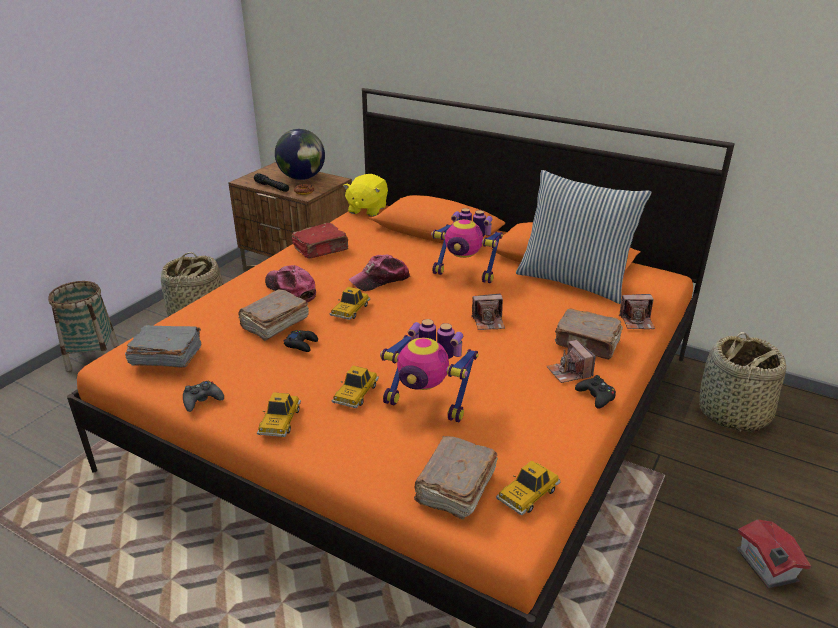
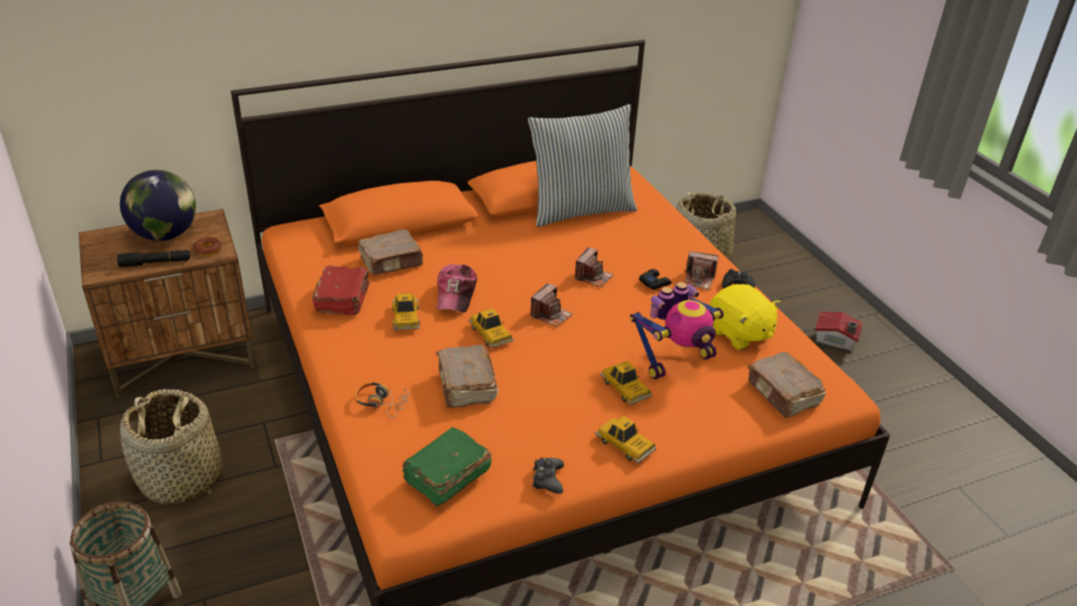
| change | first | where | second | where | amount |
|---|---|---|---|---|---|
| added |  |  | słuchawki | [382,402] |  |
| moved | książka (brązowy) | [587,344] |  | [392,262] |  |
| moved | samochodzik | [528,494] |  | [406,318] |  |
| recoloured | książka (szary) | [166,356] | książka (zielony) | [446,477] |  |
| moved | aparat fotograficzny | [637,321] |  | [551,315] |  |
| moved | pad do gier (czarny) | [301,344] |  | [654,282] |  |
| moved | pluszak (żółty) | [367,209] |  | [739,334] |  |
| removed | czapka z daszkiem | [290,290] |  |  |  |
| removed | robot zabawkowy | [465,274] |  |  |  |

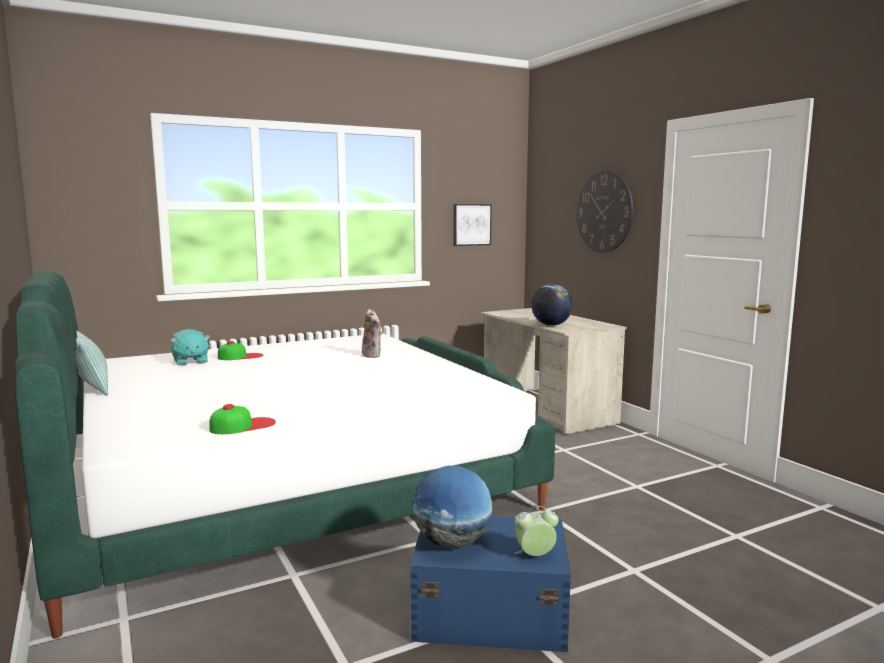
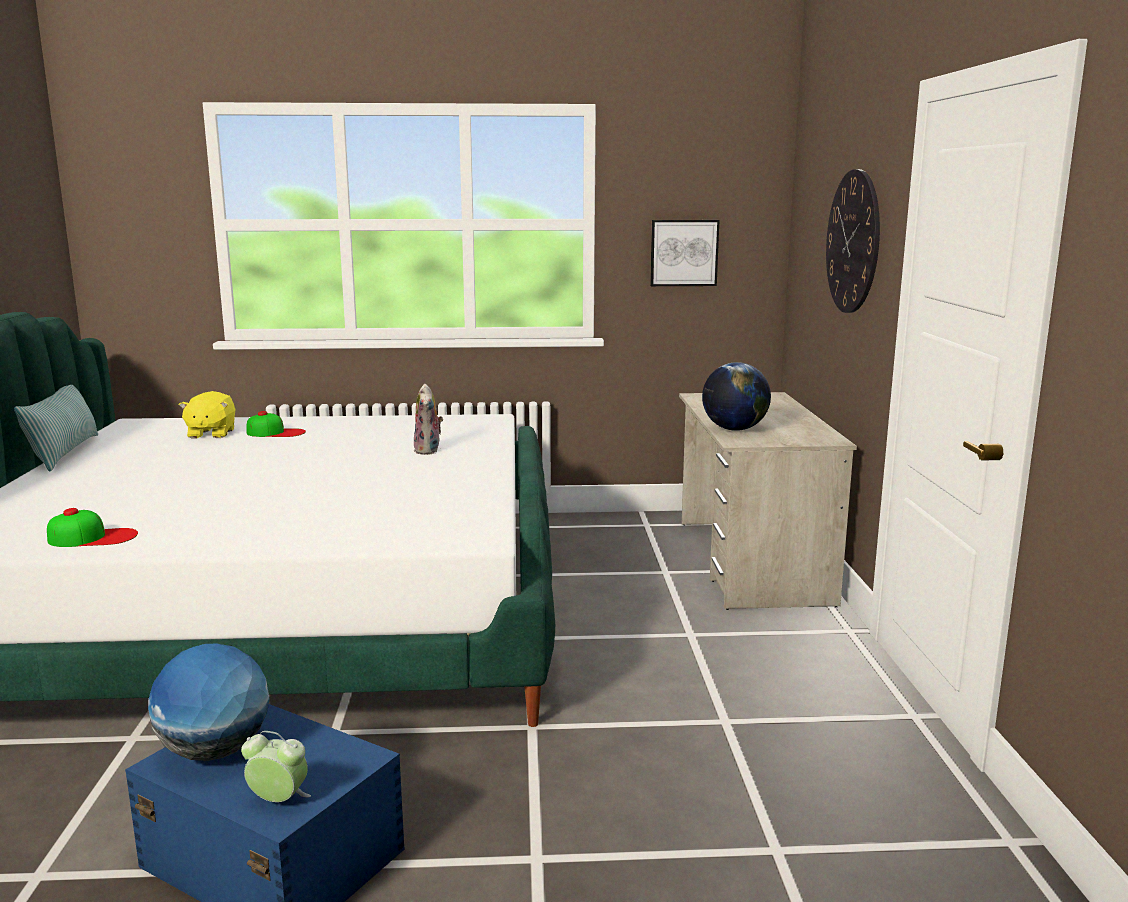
| change | first | where | second | where | amount |
|---|---|---|---|---|---|
| recoloured | pluszak (turkusowy) | [190,362] | pluszak (żółty) | [211,434] |  |

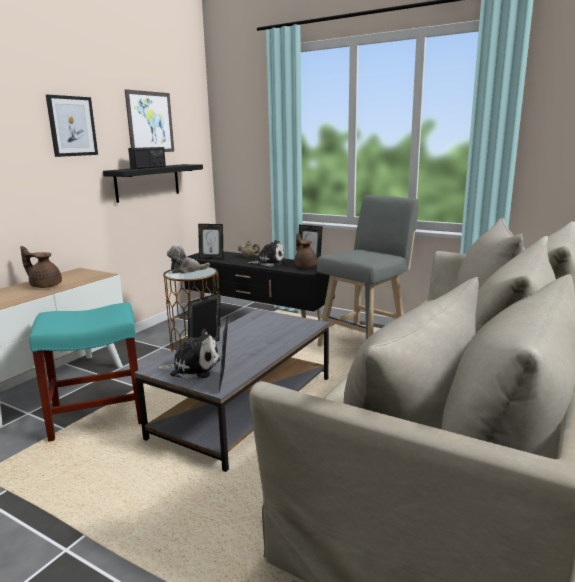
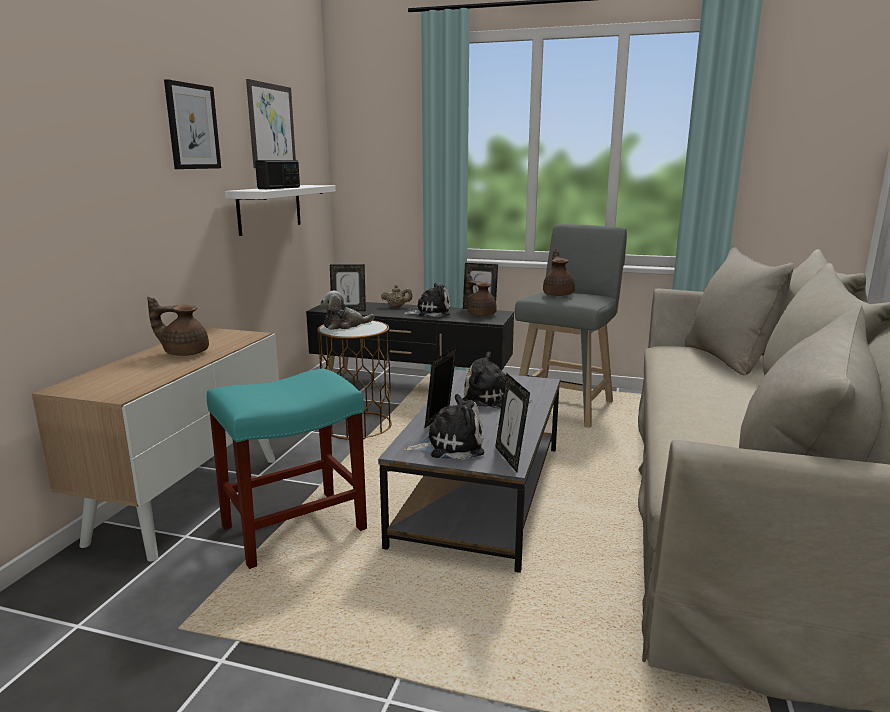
| change | first | where | second | where | amount |
|---|---|---|---|---|---|
| recoloured | półka (czarny) | [147,182] | półka (biały) | [270,208] |  |
| added |  |  | pluszak | [492,399] |  |
| added |  |  | imbryk (brązowy) | [558,294] |  |

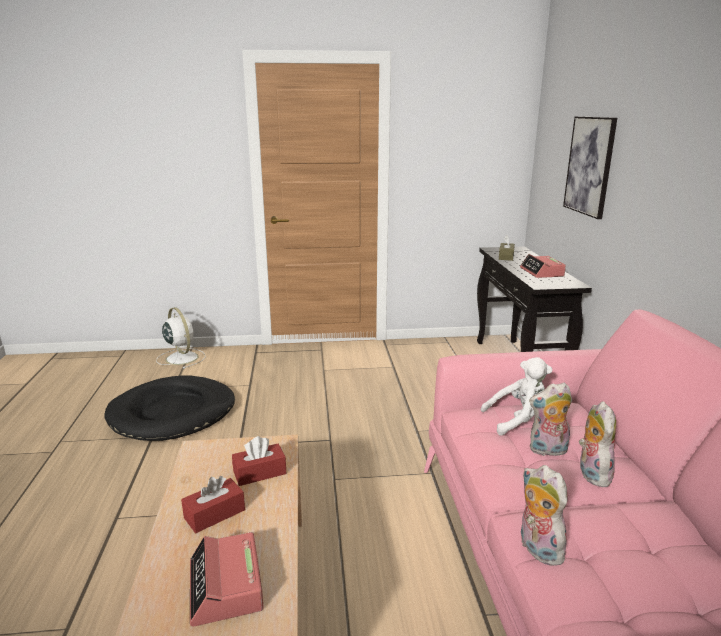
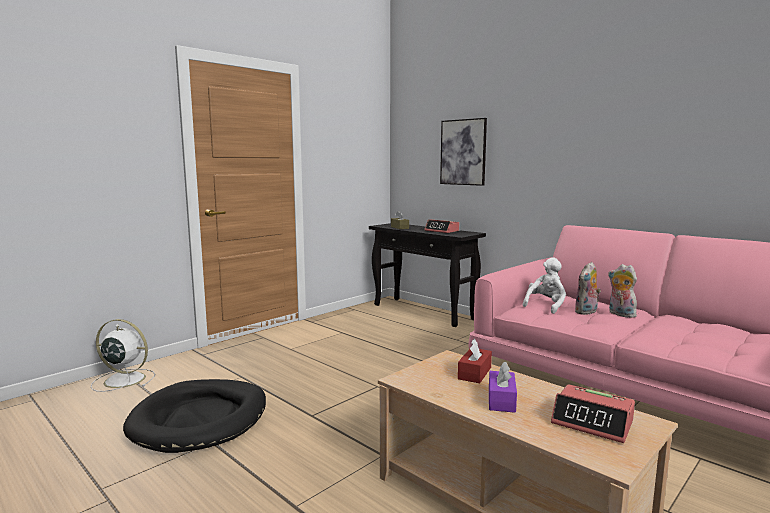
| change | first | where | second | where | amount |
|---|---|---|---|---|---|
| recoloured | pudełko chusteczek (czerwony) | [214,514] | pudełko chusteczek (fioletowy) | [501,400] |  |
| removed | pluszak | [537,549] |  |  |  |

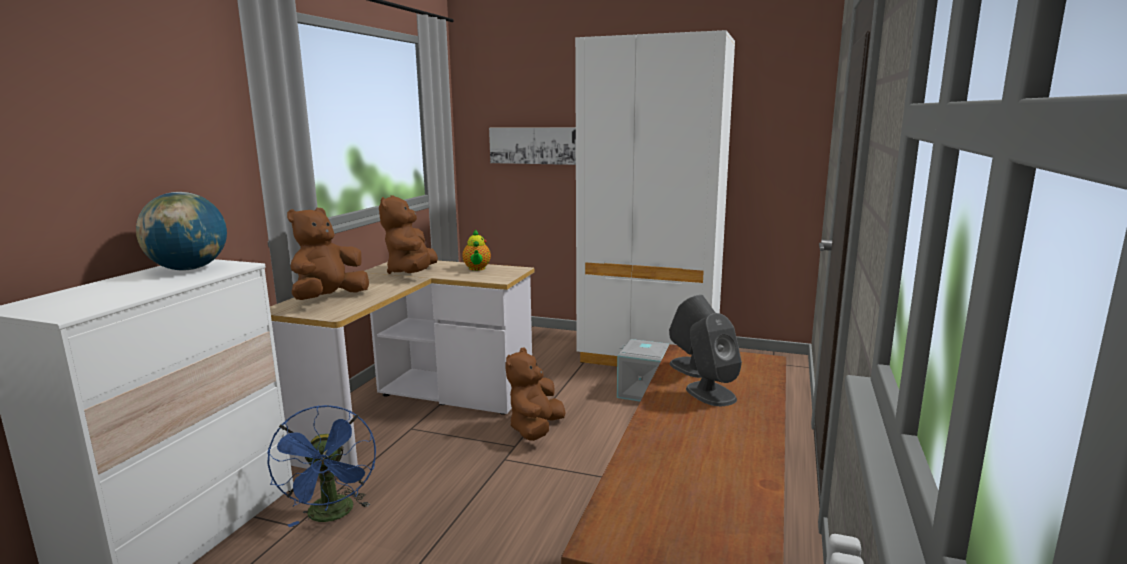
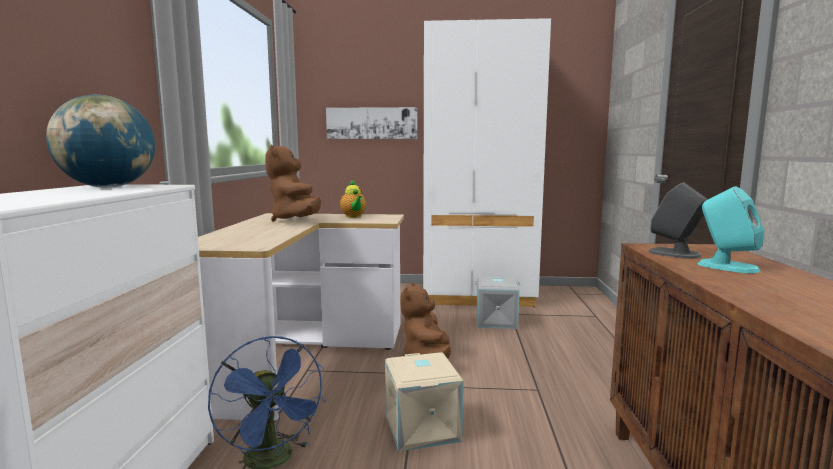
| change | first | where | second | where | amount |
|---|---|---|---|---|---|
| added |  |  | pojemnik do przechowywania (beżowy) | [424,428] |  |
| recoloured | głośnik (szary) | [710,393] | głośnik (turkusowy) | [726,266] |  |
| removed | pluszak (brązowy) | [329,298] |  |  |  |

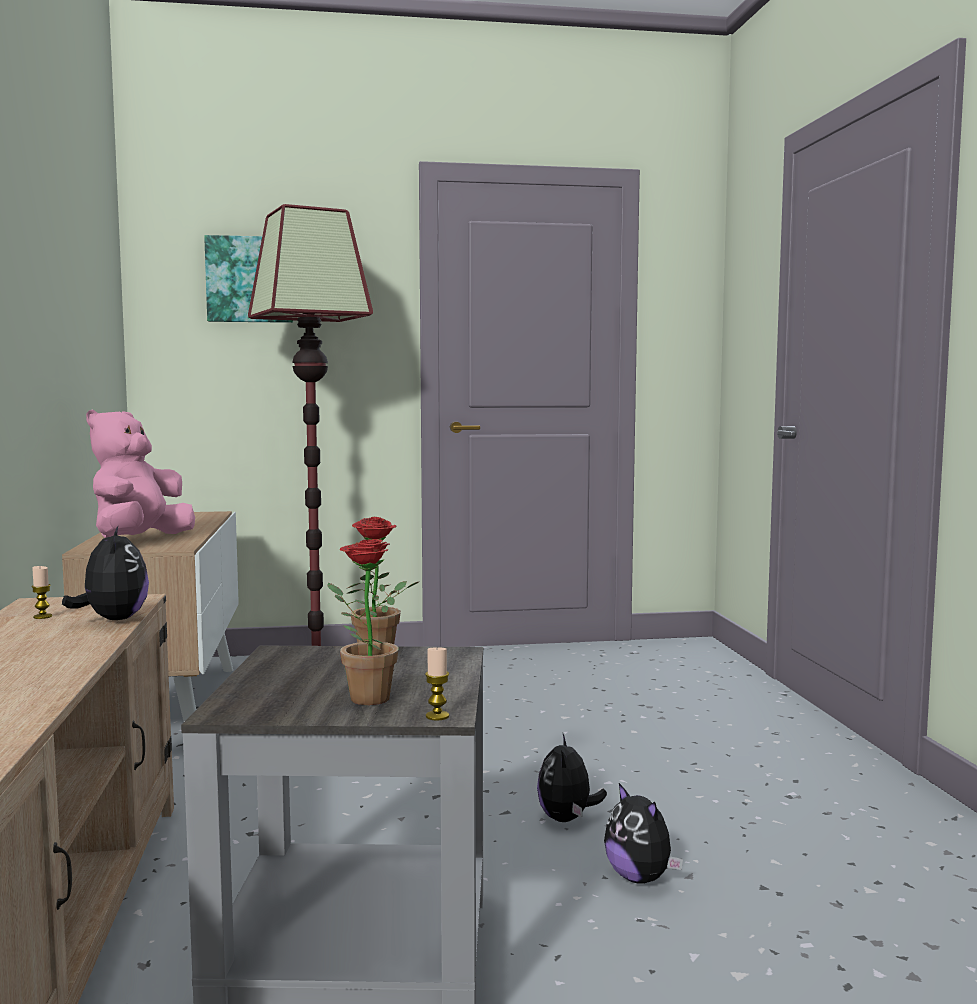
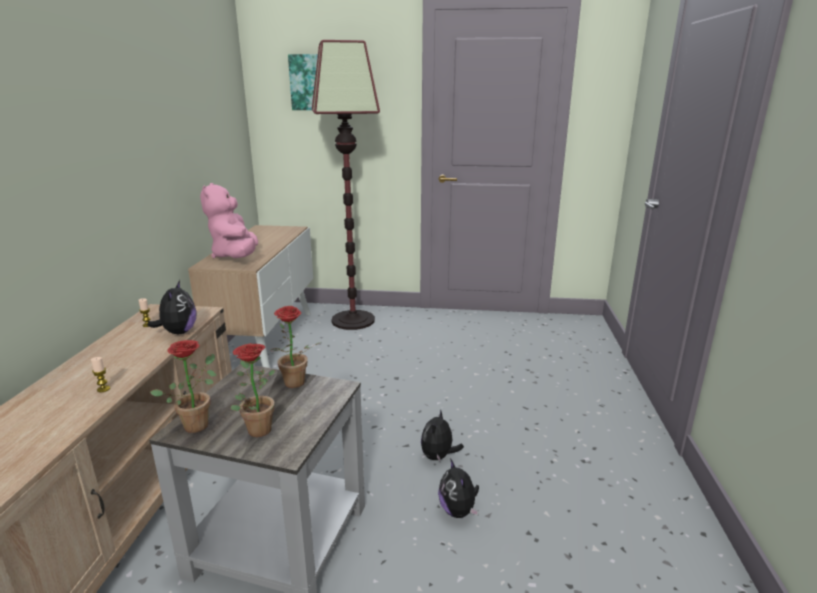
| change | first | where | second | where | amount |
|---|---|---|---|---|---|
| moved | świeca | [437,716] |  | [103,389] |  |
| added |  |  | roślina doniczkowa | [198,423] |  |
| turned | pluszak (różowy) | [139,540] |  | [236,256] | 45 degrees counterclockwise |

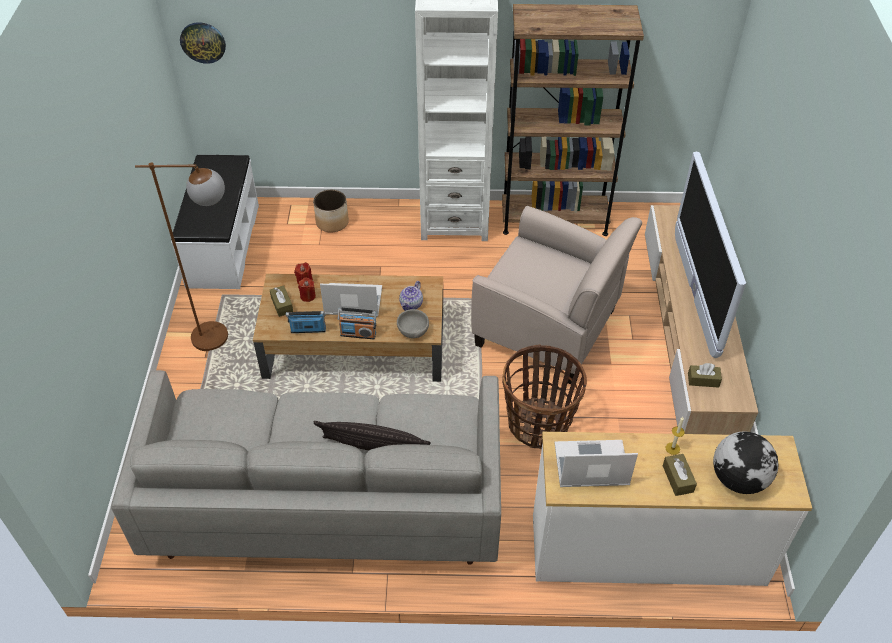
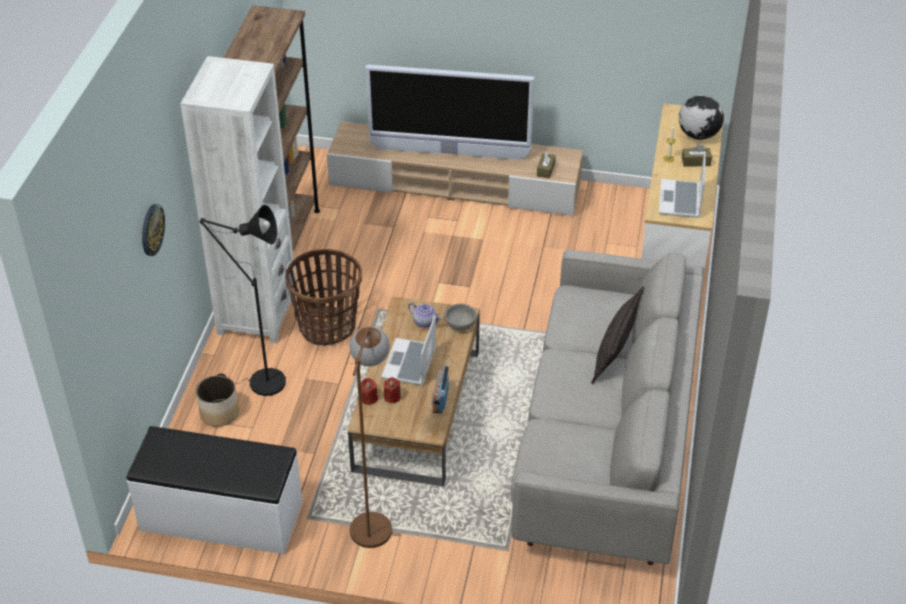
| change | first | where | second | where | amount |
|---|---|---|---|---|---|
| moved | zegar ścienny | [203,42] |  | [151,229] |  |
| added |  |  | lampa stojąca (czarny) | [260,383] |  |
| moved | koszyk | [538,425] |  | [327,327] |  |
| removed | pudełko chusteczek (brązowy) | [282,305] |  |  |  |
| removed | radio | [358,334] |  |  |  |
| removed | fotel (beżowy) | [548,328] |  |  |  |

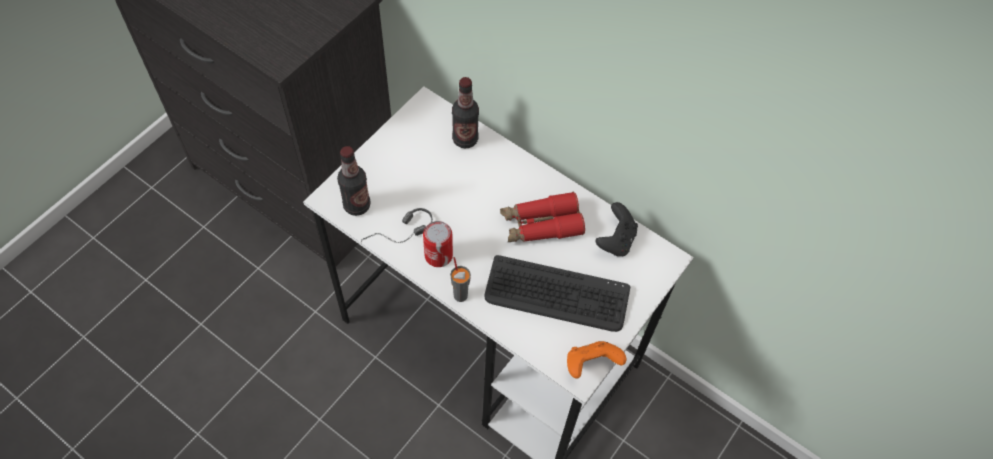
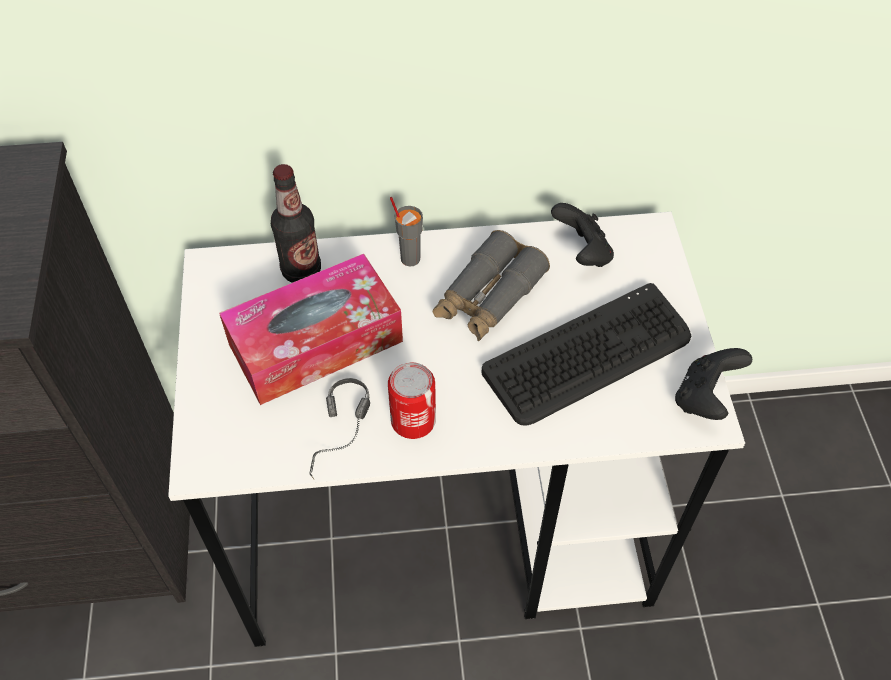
| change | first | where | second | where | amount |
|---|---|---|---|---|---|
| added |  |  | pudełko chusteczek | [316,343] |  |
| moved | filiżanka (szary) | [460,295] |  | [410,258] |  |
| recoloured | lornetka (czerwony) | [540,225] | lornetka (szary) | [488,297] |  |
| recoloured | pad do gier (pomarańczowy) | [590,364] | pad do gier (czarny) | [705,398] |  |
| removed | butelka | [357,205] |  |  |  |

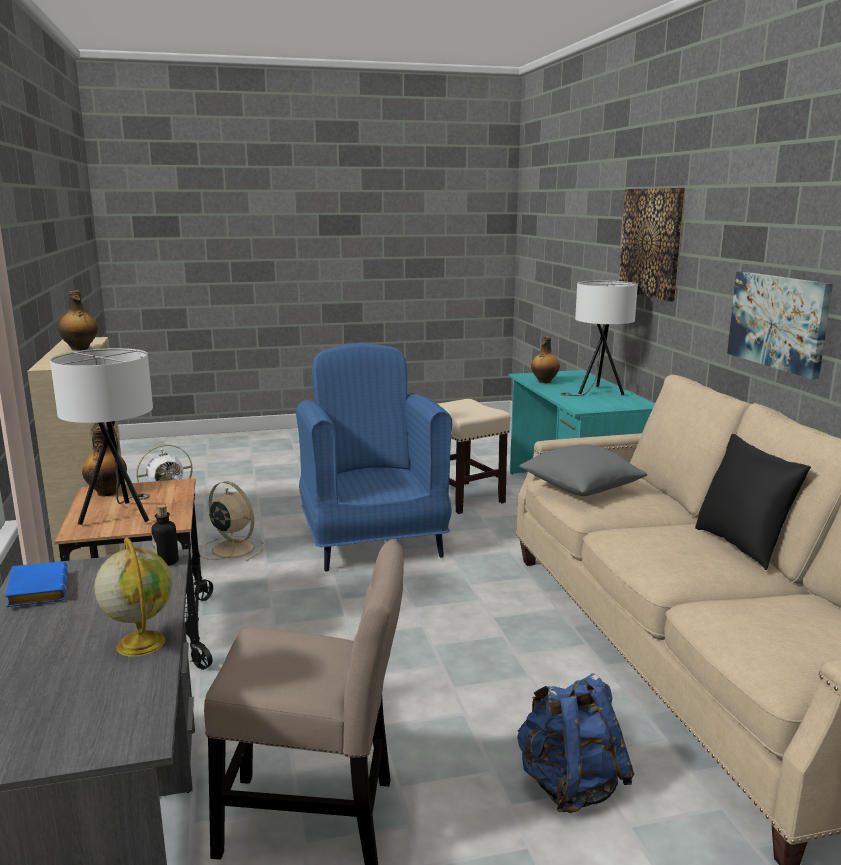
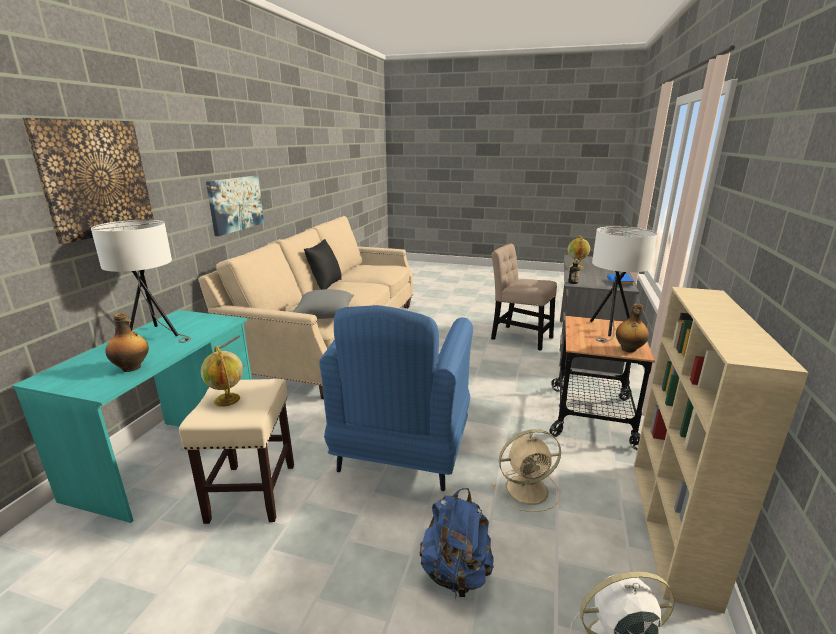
| change | first | where | second | where | amount |
|---|---|---|---|---|---|
| added |  |  | globus | [227,400] |  |
| moved | plecak (niebieski) | [569,786] |  | [456,573] |  |
| turned | wentylator (beżowy) | [232,548] |  | [528,489] | 75 degrees counterclockwise |
| removed | butelka | [80,349] |  |  |  |

